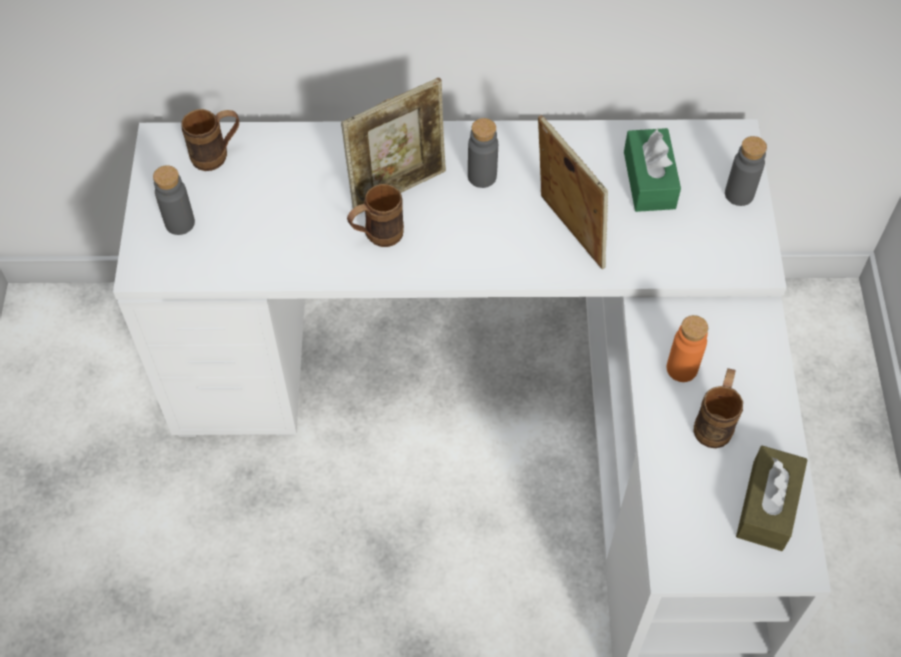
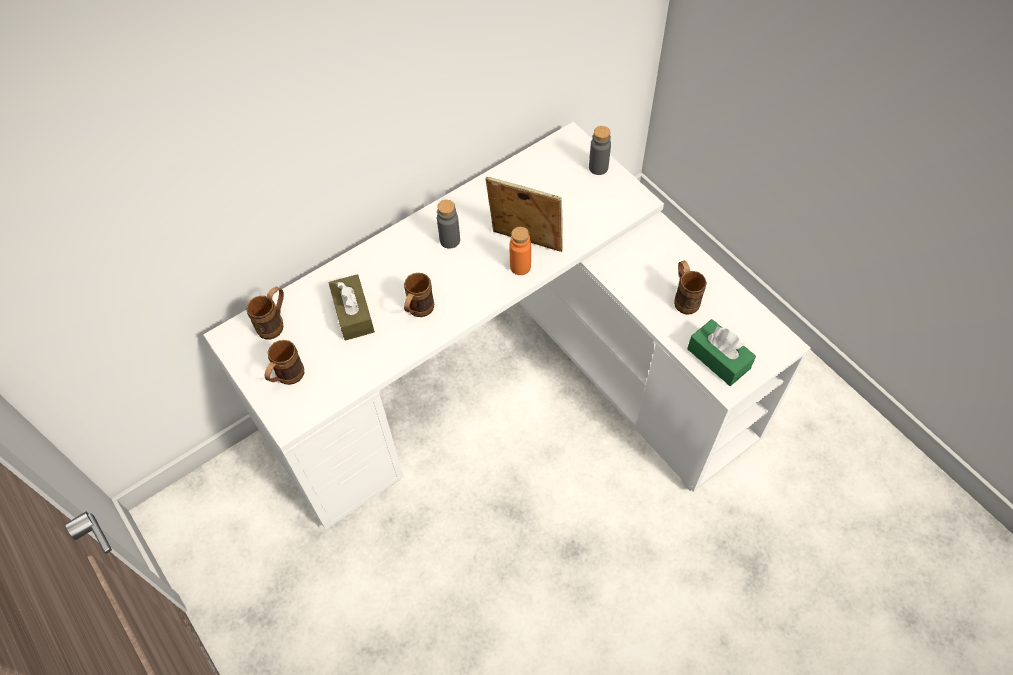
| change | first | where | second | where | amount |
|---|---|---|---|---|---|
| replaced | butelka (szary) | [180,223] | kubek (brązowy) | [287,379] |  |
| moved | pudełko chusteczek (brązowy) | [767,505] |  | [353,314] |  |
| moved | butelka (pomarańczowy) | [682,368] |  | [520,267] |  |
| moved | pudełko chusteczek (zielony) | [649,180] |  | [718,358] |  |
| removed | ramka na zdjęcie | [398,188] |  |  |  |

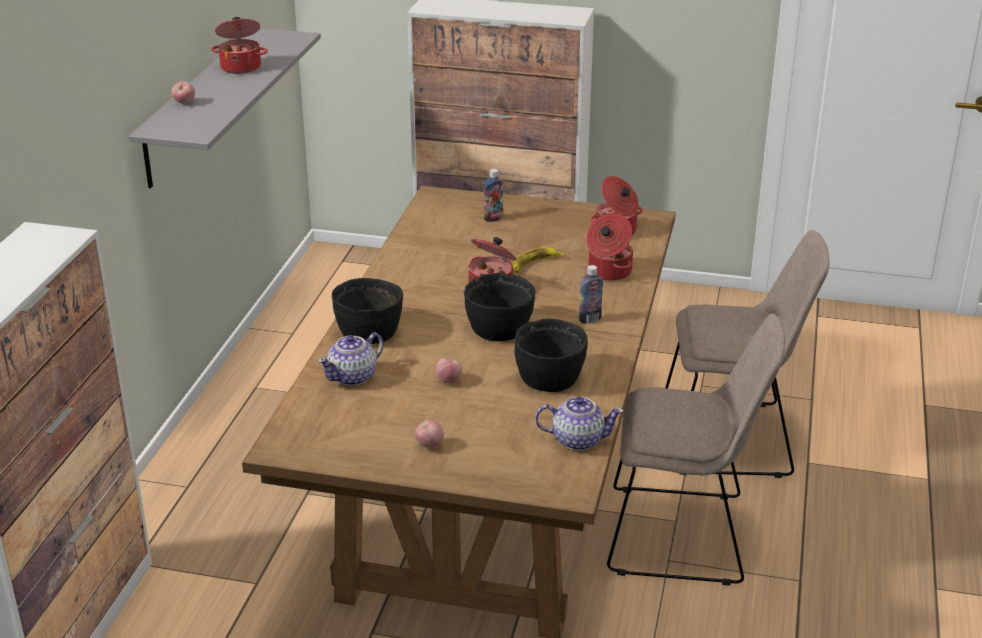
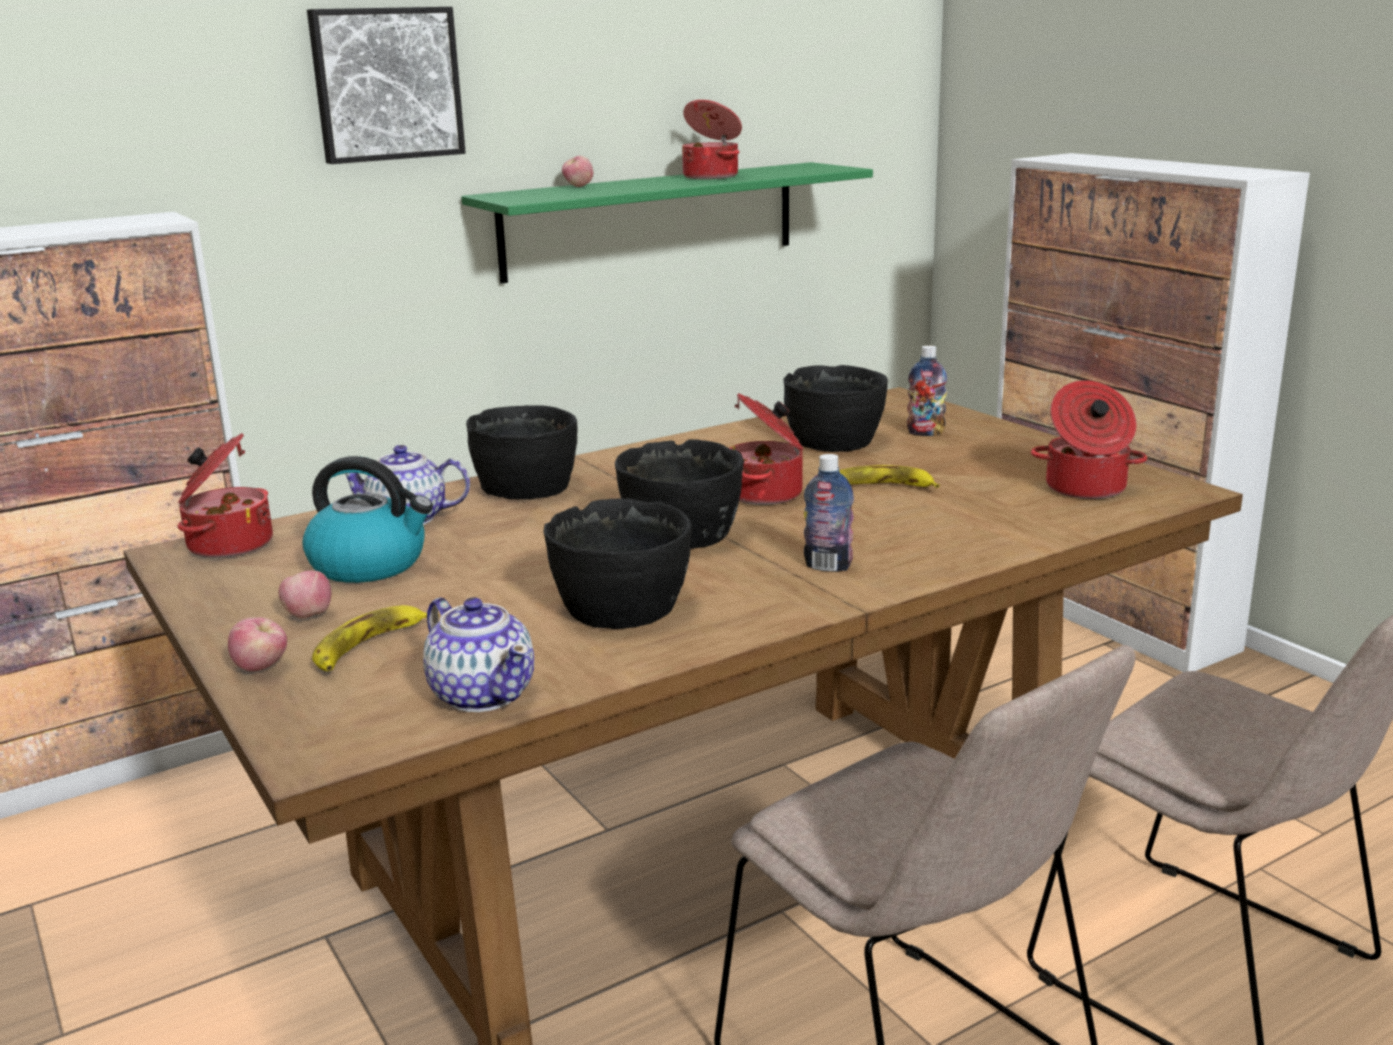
| change | first | where | second | where | amount |
|---|---|---|---|---|---|
| moved | garnek | [608,272] |  | [228,544] |  |
| moved | jabłko | [448,380] |  | [261,667] |  |
| added |  |  | czajnik | [370,564] |  |
| added |  |  | obraz | [386,84] |  |
| added |  |  | banan | [369,647] |  |
| recoloured | półka (szary) | [199,106] | półka (zielony) | [651,220] |  |
| added |  |  | miska (czarny) | [835,441] |  |

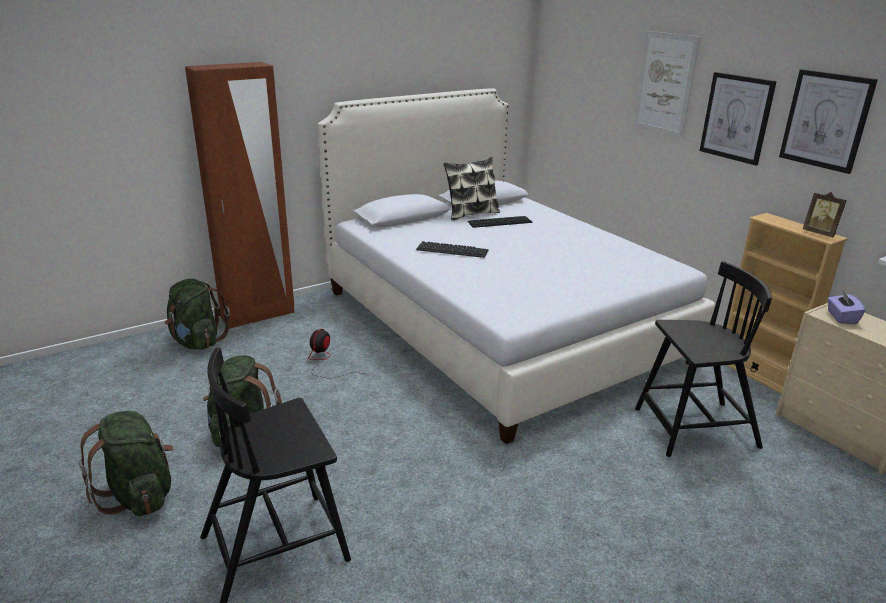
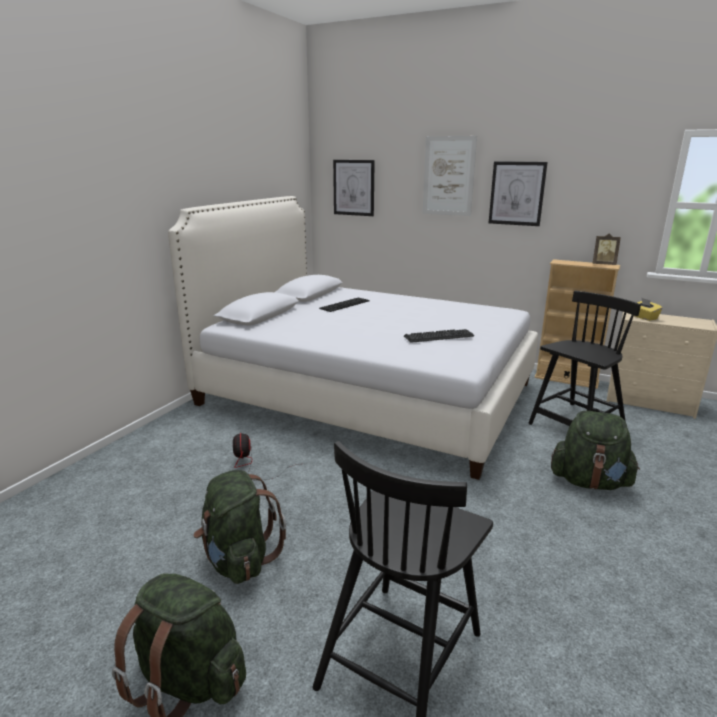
| change | first | where | second | where | amount |
|---|---|---|---|---|---|
| moved | obraz | [826,120] |  | [354,187] |  |
| moved | klawiatura | [452,250] |  | [438,336] |  |
| moved | plecak (zielony) | [197,342] |  | [589,482] |  |
| recoloured | pudełko chusteczek (fioletowy) | [841,317] | pudełko chusteczek (żółty) | [643,317] |  |
| removed | szafa (brązowy) | [258,315] |  |  |  |
| removed | poduszka | [471,214] |  |  |  |

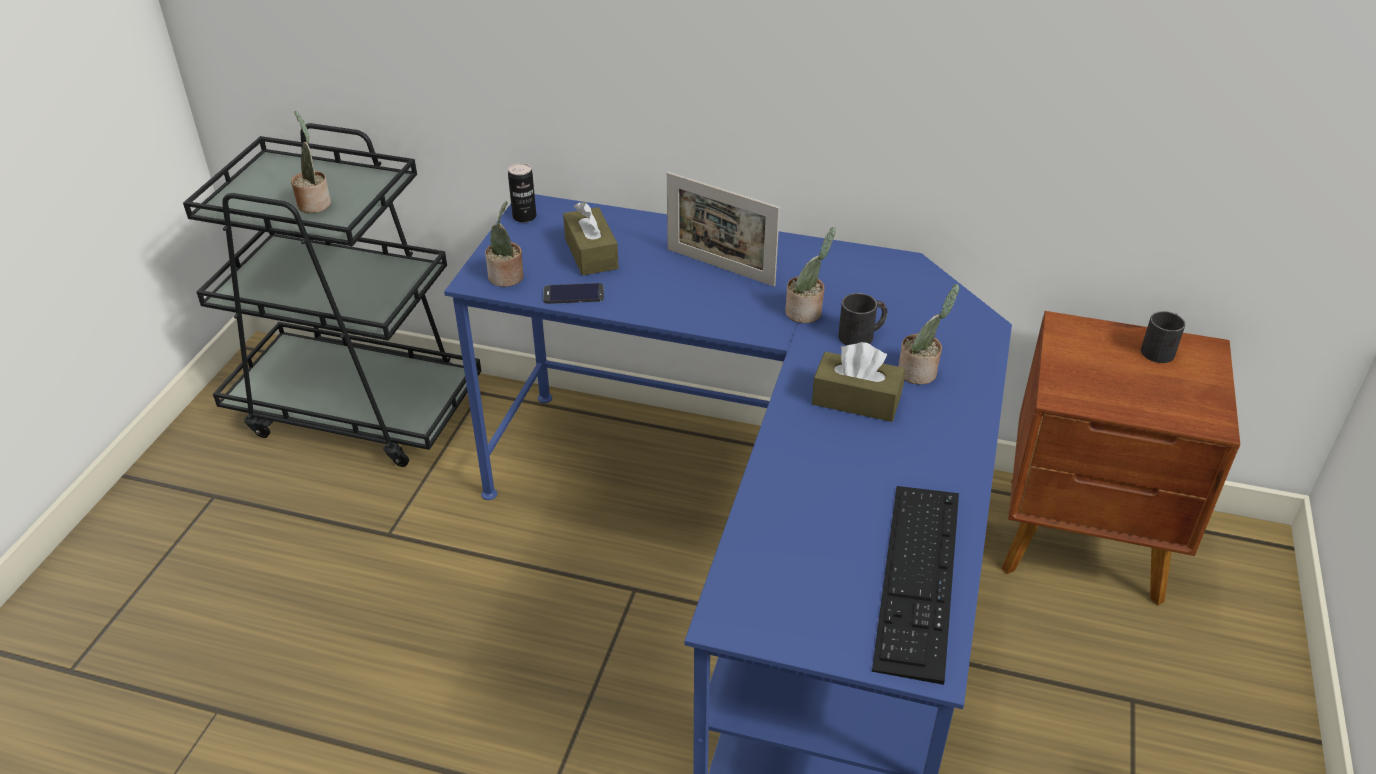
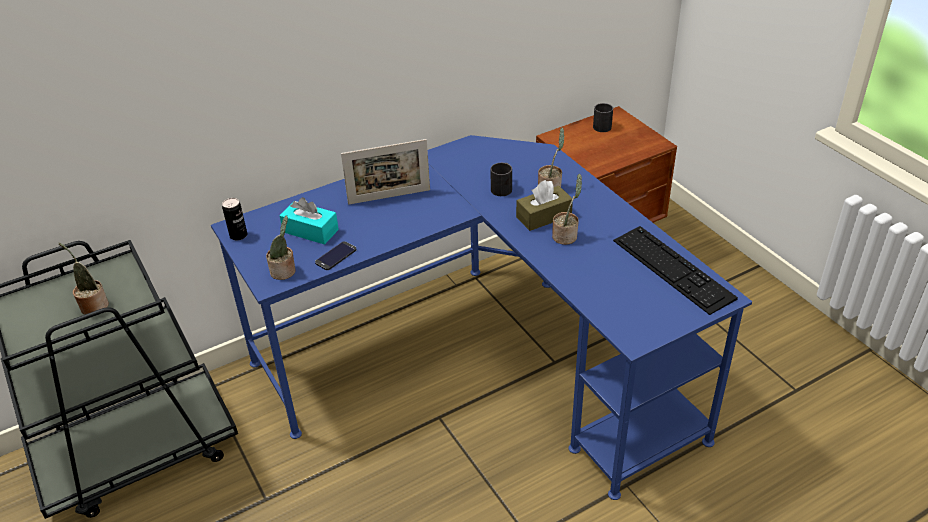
| change | first | where | second | where | amount |
|---|---|---|---|---|---|
| recoloured | pudełko chusteczek (brązowy) | [591,253] | pudełko chusteczek (turkusowy) | [310,231] |  |
| moved | roślina doniczkowa | [806,313] |  | [566,236] |  |

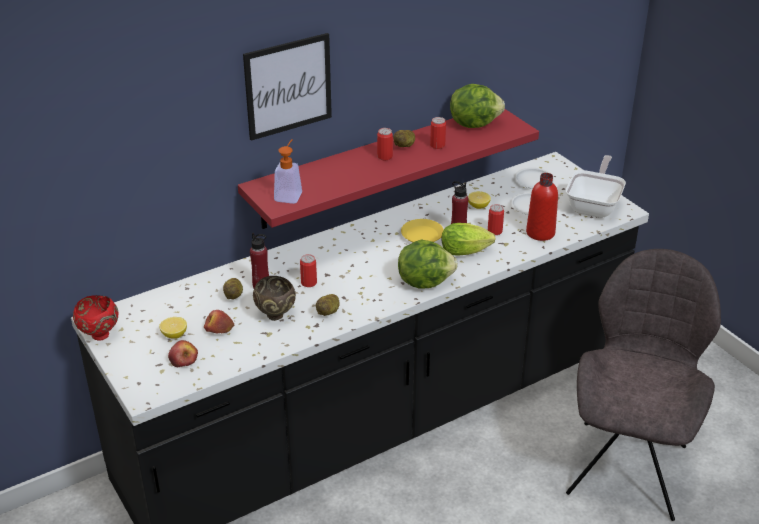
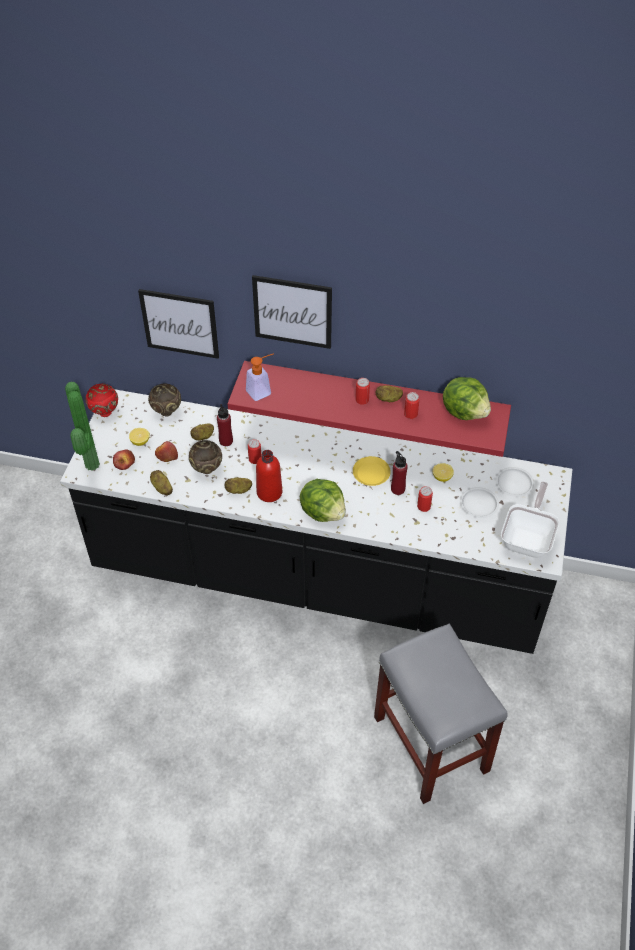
| change | first | where | second | where | amount |
|---|---|---|---|---|---|
| added |  |  | roślina doniczkowa | [89,465] |  |
| added |  |  | obraz | [180,323] |  |
| added |  |  | miska (brązowy) | [167,412] |  |
| added |  |  | ziemniak | [161,488] |  |
| moved | butelka (czerwony) | [540,233] |  | [269,492] |  |
| replaced | krzesło (szary) | [628,466] | stołek (szary) | [432,744] |  |
| turned | patelnia | [594,205] |  | [528,538] | 45 degrees counterclockwise |
| removed | sałata | [467,252] |  |  |  |

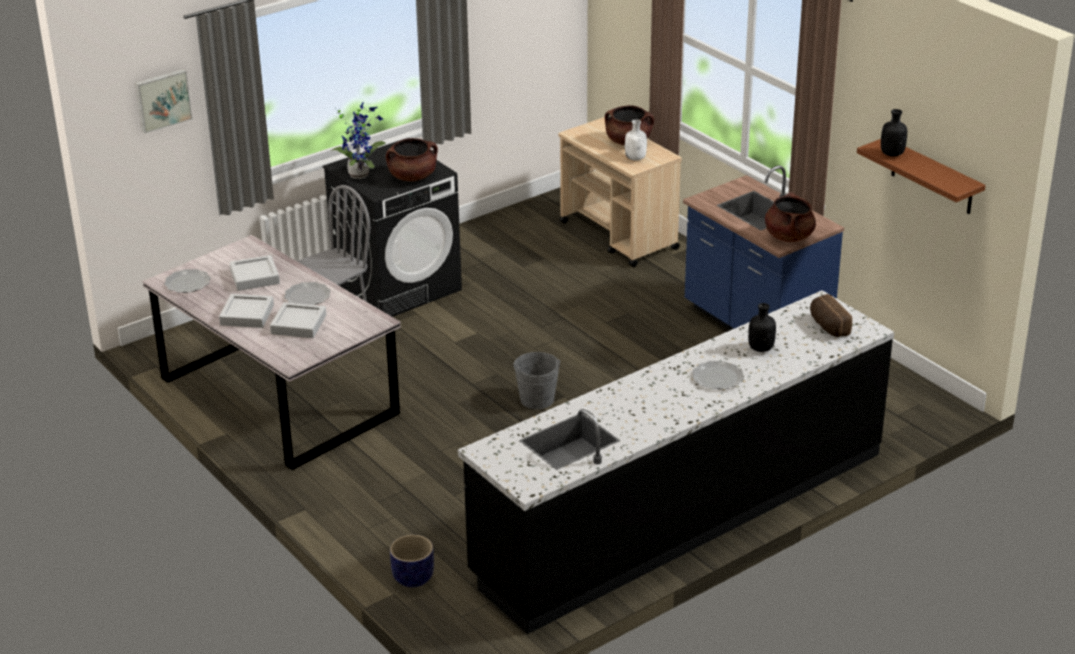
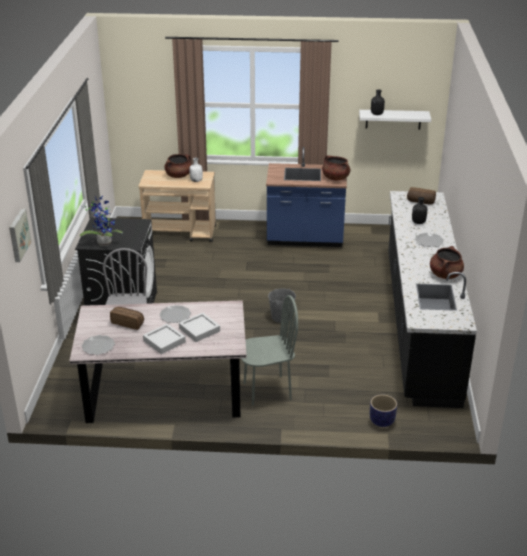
| change | first | where | second | where | amount |
|---|---|---|---|---|---|
| replaced | taca (szary) | [255,277] | chleb | [128,323] |  |
| added |  |  | krzesło (szary) | [267,390] |  |
| recoloured | półka (brązowy) | [932,177] | półka (biały) | [393,119] |  |
| moved | garnek (brązowy) | [412,177] |  | [445,274] |  |

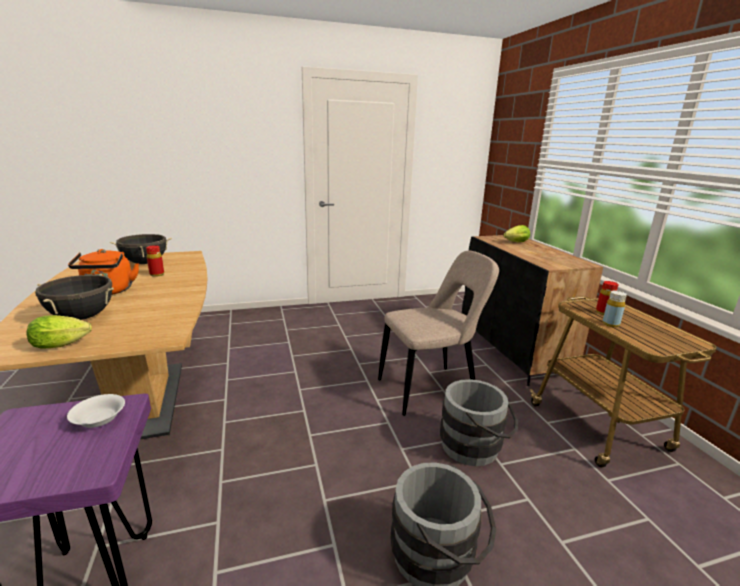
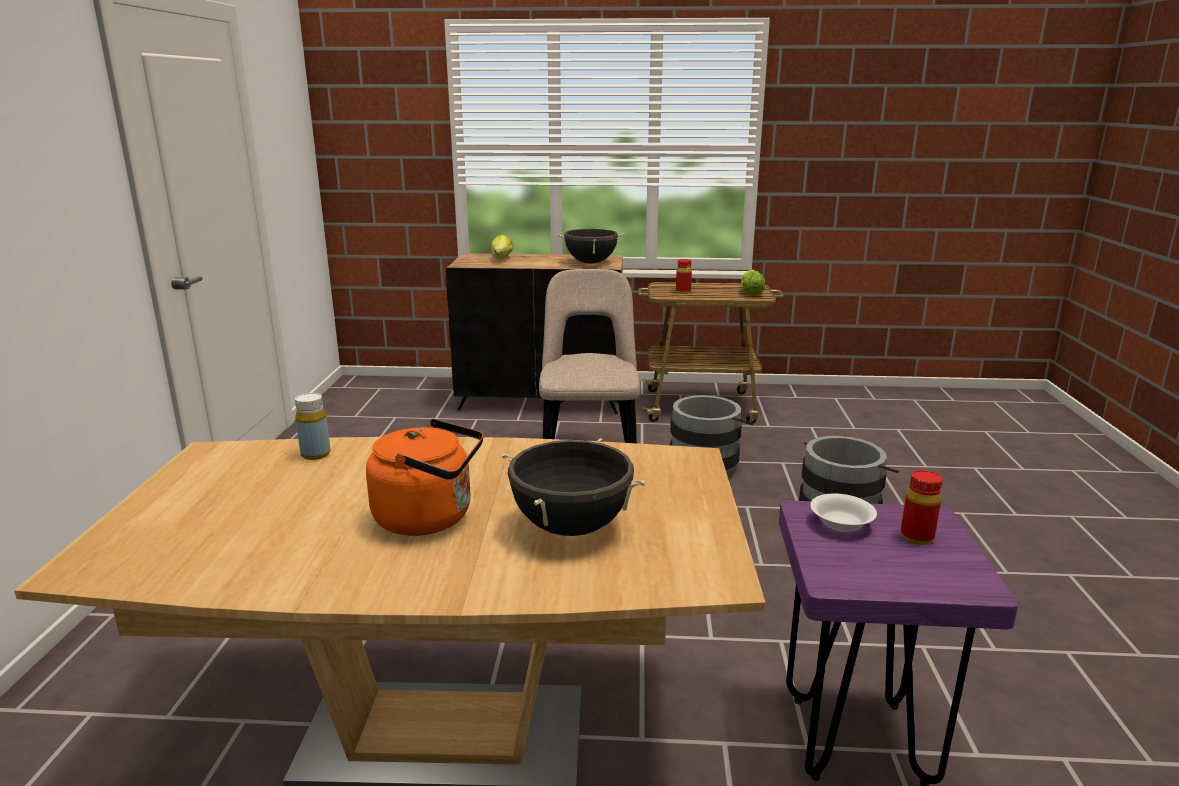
| change | first | where | second | where | amount |
|---|---|---|---|---|---|
| moved | butelka (żółty) | [610,324] |  | [315,454] |  |
| moved | garnek (czarny) | [145,263] |  | [590,263] |  |
| moved | sałata | [64,345] |  | [750,293] |  |
| moved | butelka (czerwony) | [157,274] |  | [916,537] |  |

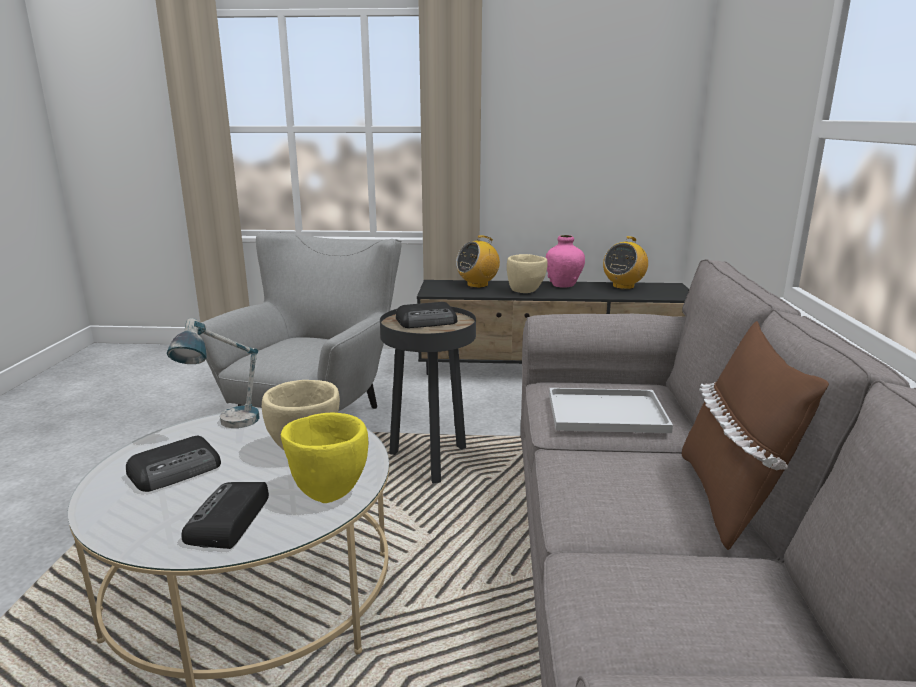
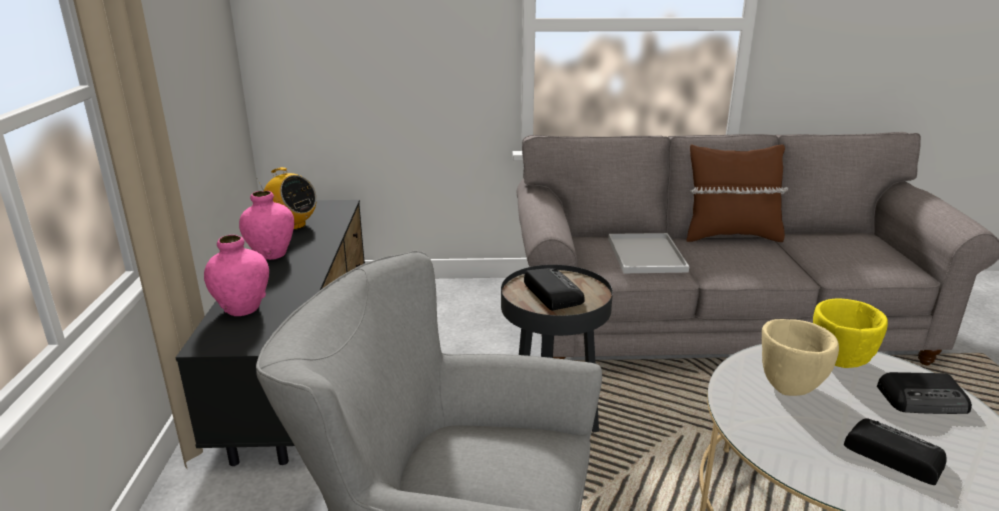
| change | first | where | second | where | amount |
|---|---|---|---|---|---|
| replaced | radio | [477,285] | wazon (różowy) | [243,308] |  |
| removed | lampa stołowa | [226,426] |  |  |  |
| removed | miska (beżowy) | [526,291] |  |  |  |

